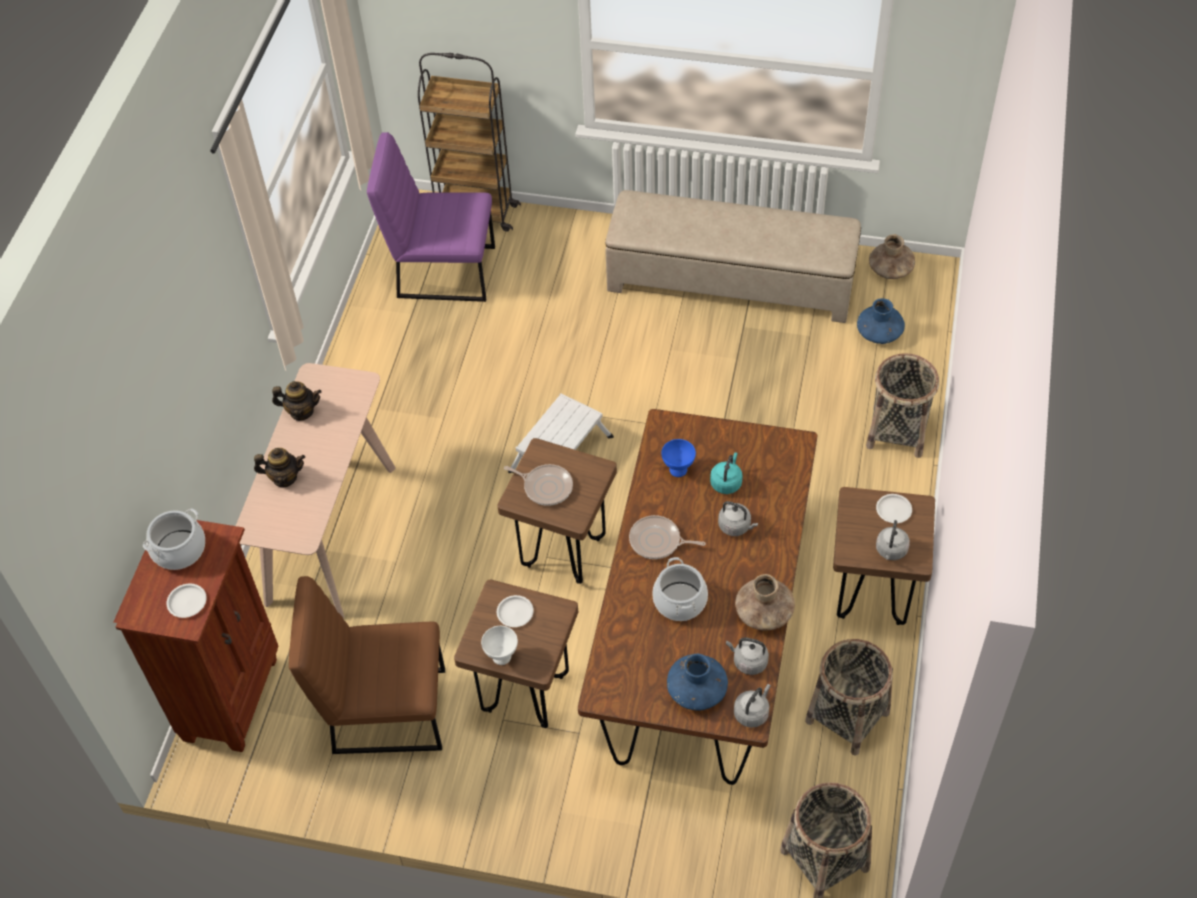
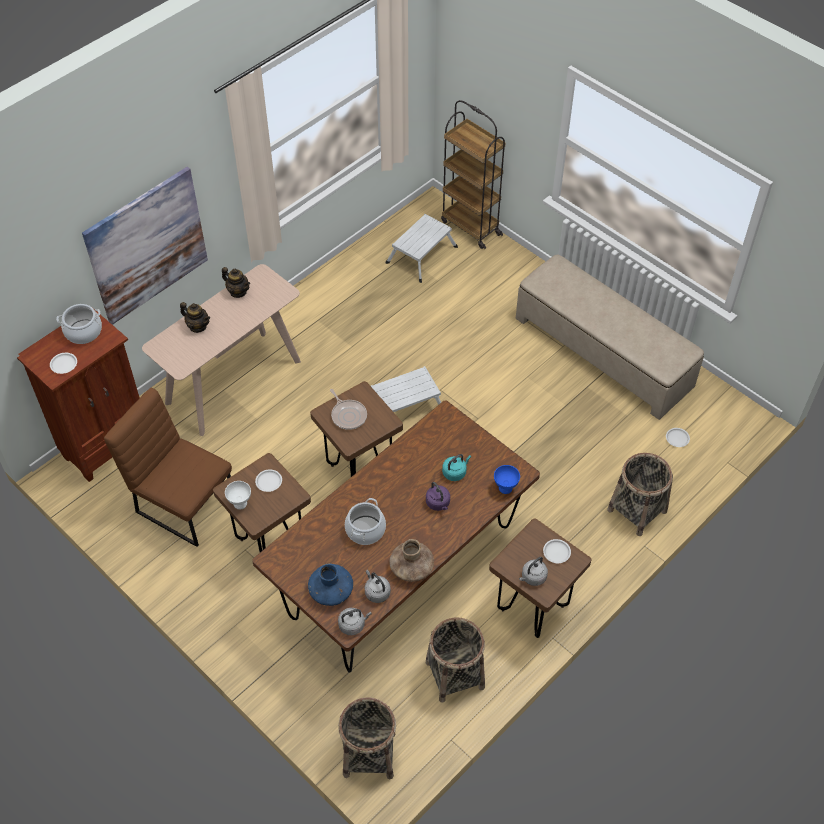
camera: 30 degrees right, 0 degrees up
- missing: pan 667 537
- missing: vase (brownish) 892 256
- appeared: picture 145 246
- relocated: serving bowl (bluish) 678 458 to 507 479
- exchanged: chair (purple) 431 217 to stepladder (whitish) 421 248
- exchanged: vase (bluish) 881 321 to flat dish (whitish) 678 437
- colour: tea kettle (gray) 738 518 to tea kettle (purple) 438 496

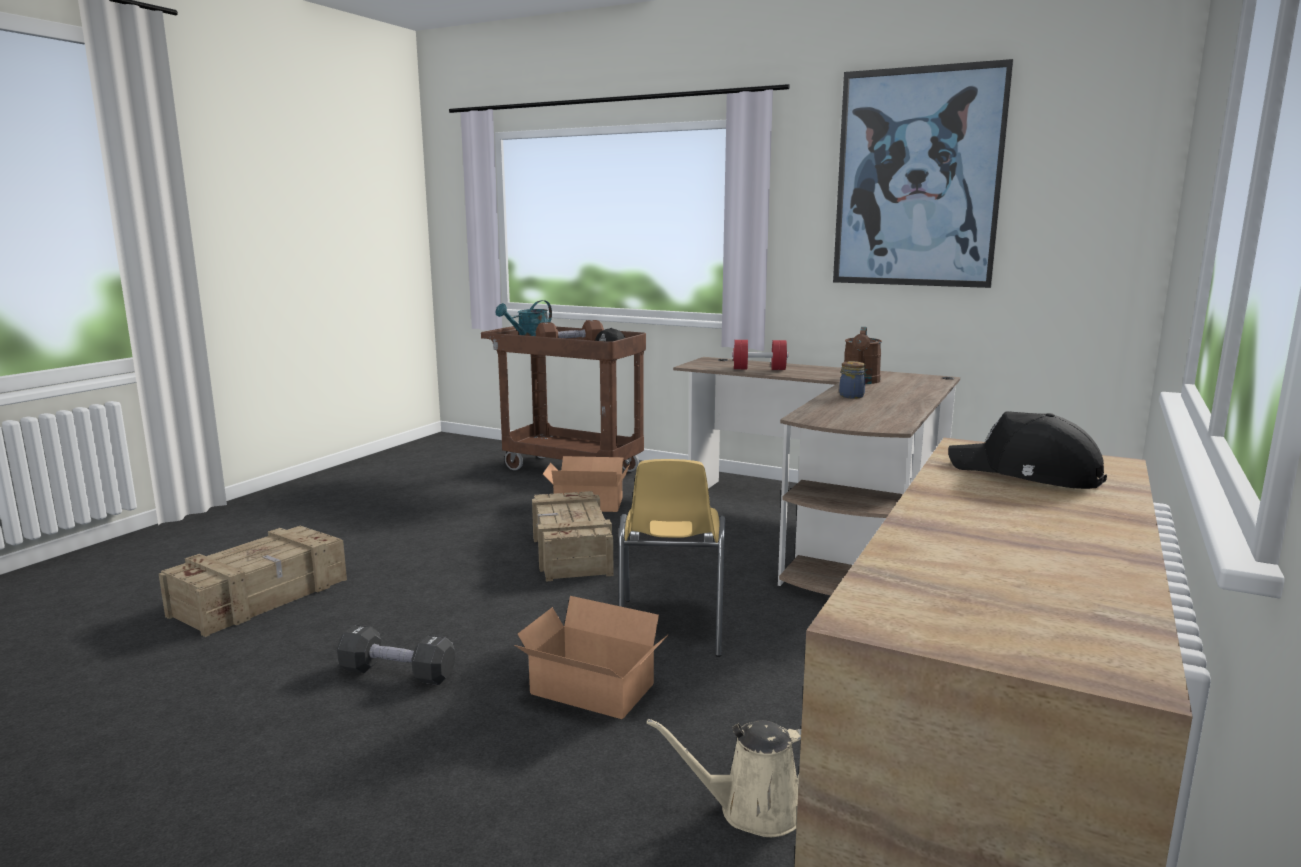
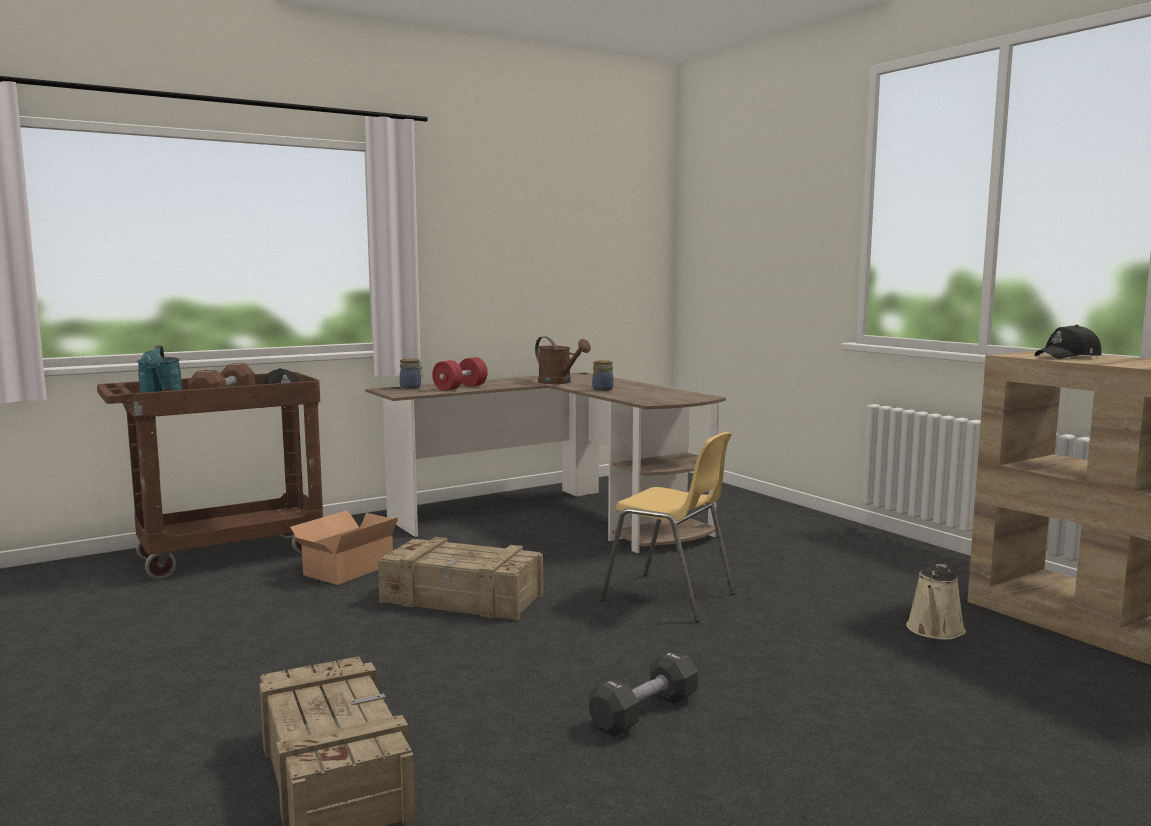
camera: 60 degrees left, 5 degrees down
- missing: packing box 591 657
- missing: picture 923 173
- appeared: preserve jar 411 373

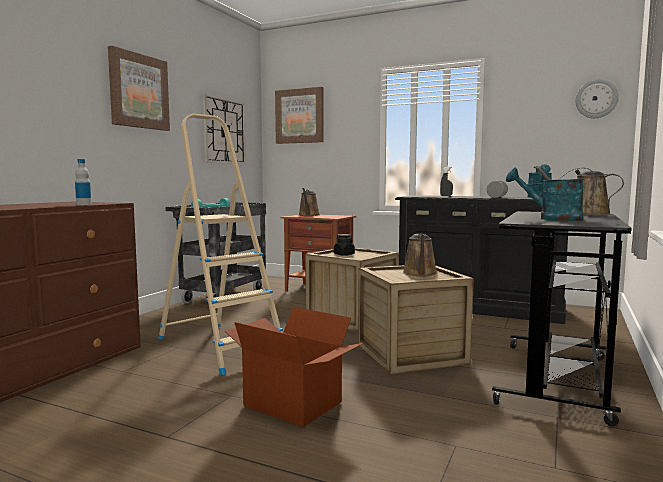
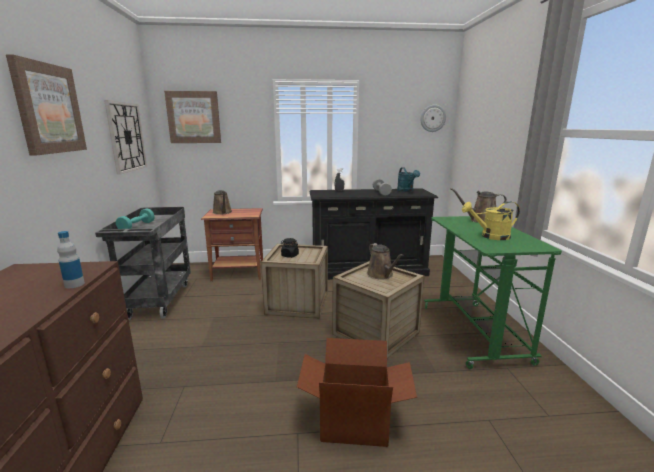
camera: 30 degrees left, 10 degrees up
- missing: stepladder (beige-coloured) 221 244
- colour: desk (black-coloured) 562 318 to desk (green) 493 292
- colour: watering pot (blue-green) 551 194 to watering pot (yellowish) 491 221

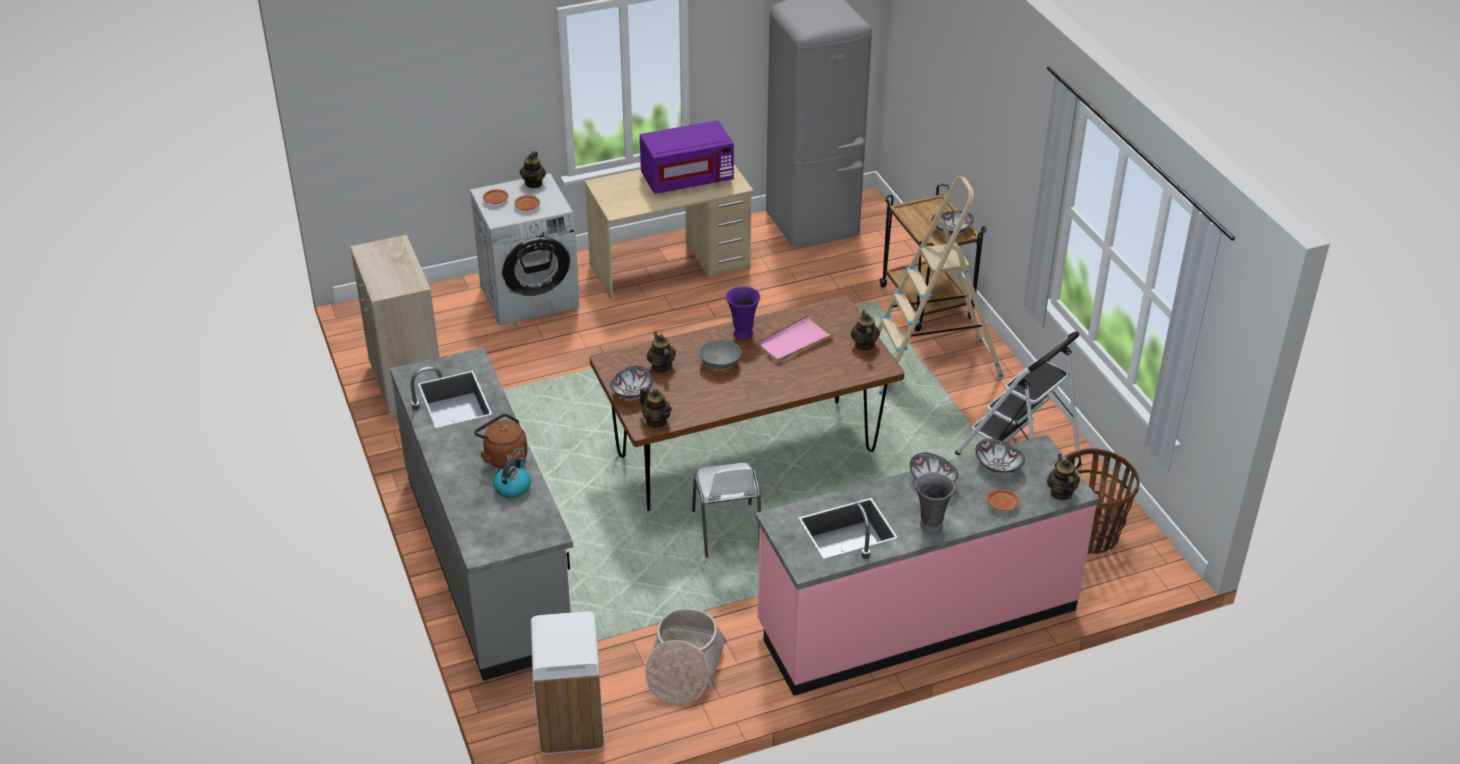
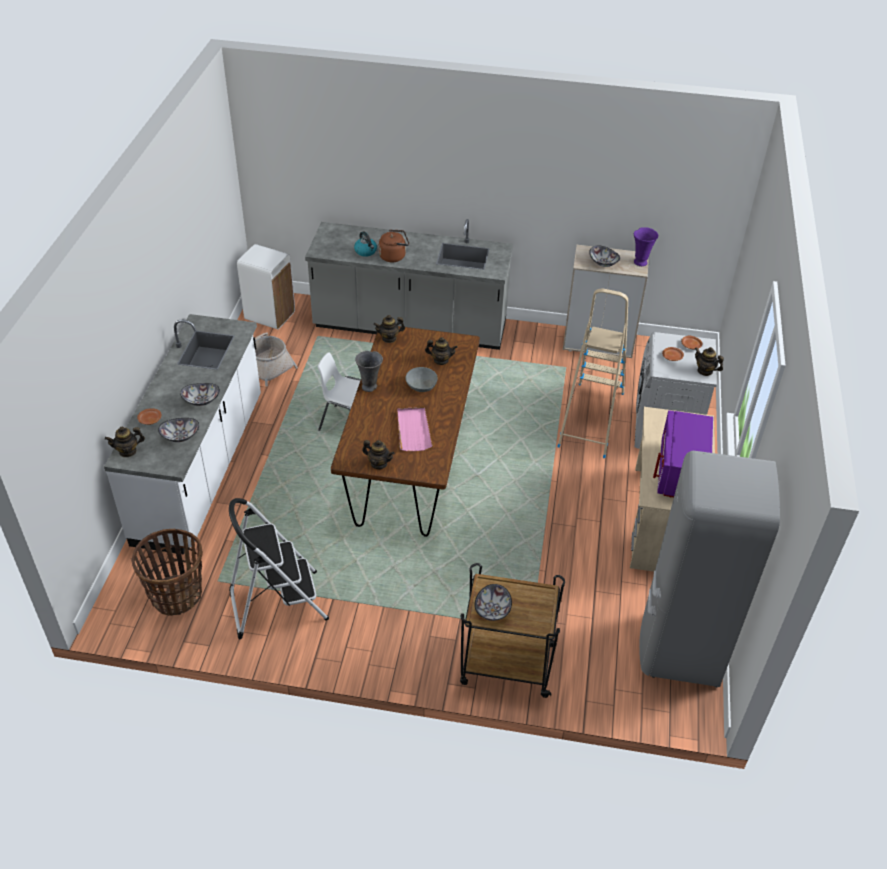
camera: 120 degrees right, 5 degrees up
- relocated: serving bowl 631 383 to 604 256
- relocated: vase (purple) 743 312 to 646 246
- relocated: stepladder (beige-coloured) 940 285 to 592 373
- relocated: vase (gray) 935 502 to 369 371
- colour: kitchen base unit (pink-coloured) 927 565 to kitchen base unit (whitish) 182 434
- spun: tea pot 1063 477 = 125 442 135 degrees clockwise

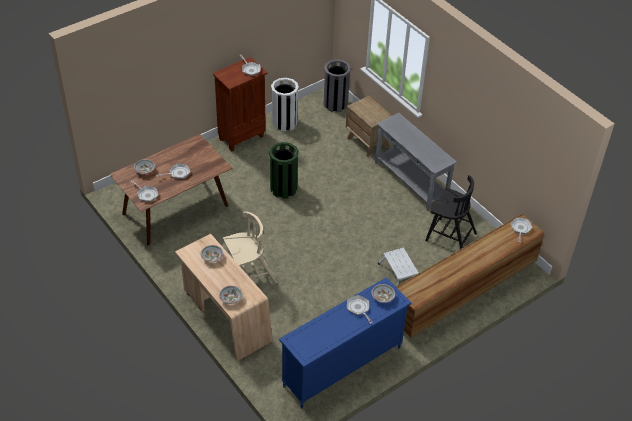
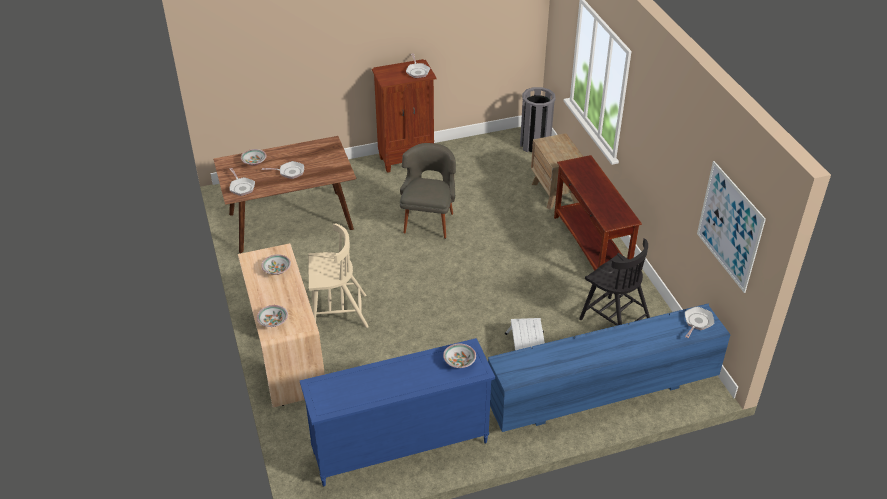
camera: 20 degrees right, 5 degrees down
- missing: waste bin (whitish) 285 105
- missing: pan 360 309
- appeared: picture 731 227
- exchanged: waste bin (green) 284 170 to chair (gray) 428 191
- colour: narrow table (gray) 416 162 to narrow table (brownish) 598 213
- colour: cupboard (brownish) 470 275 to cupboard (bluish) 609 368

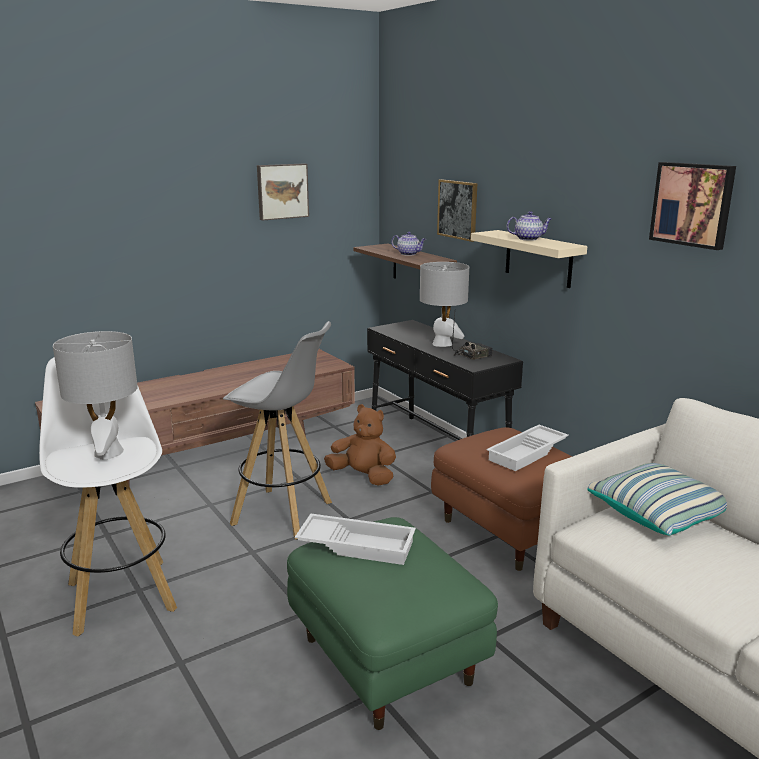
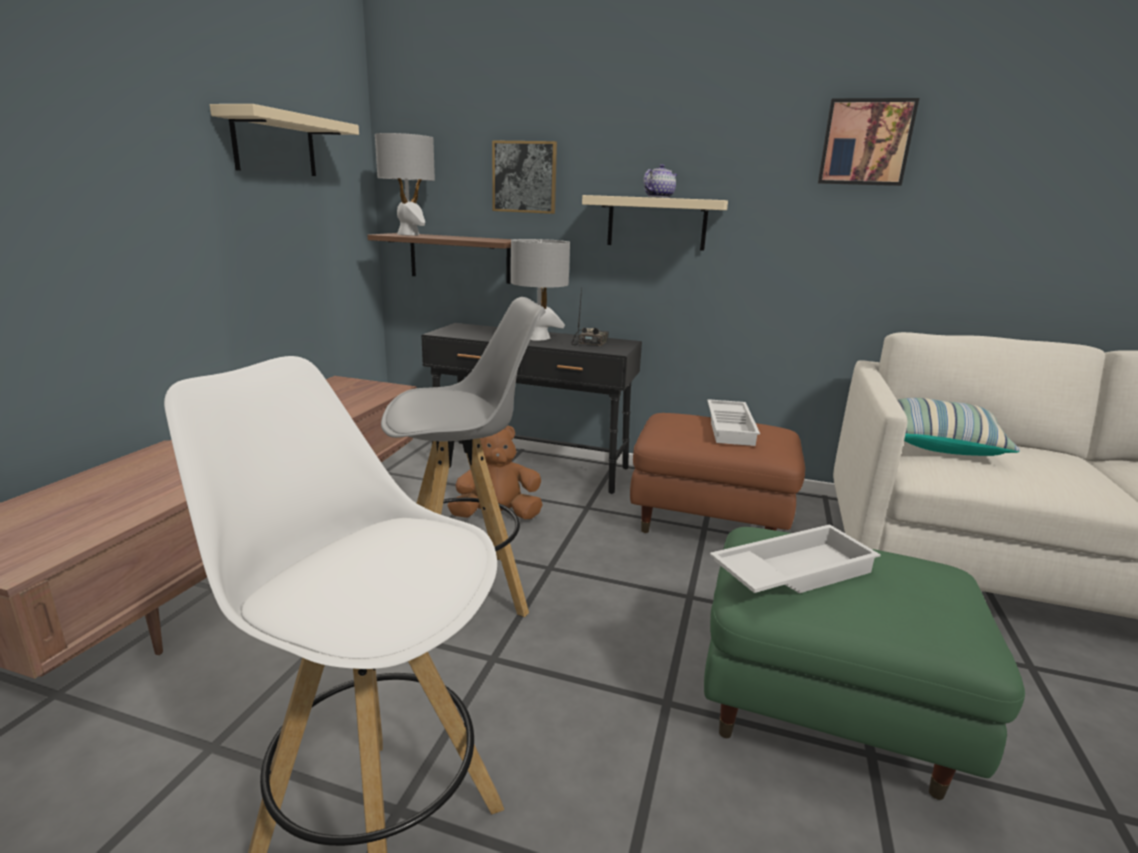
camera: 40 degrees left, 0 degrees up
- missing: tea pot 408 244
- relocated: table lamp (gray) 95 395 to 405 184
- exchanged: picture 283 192 to bracket shelf (beige-coloured) 284 140

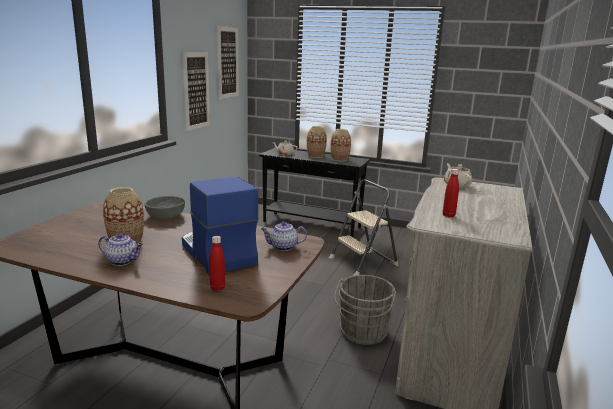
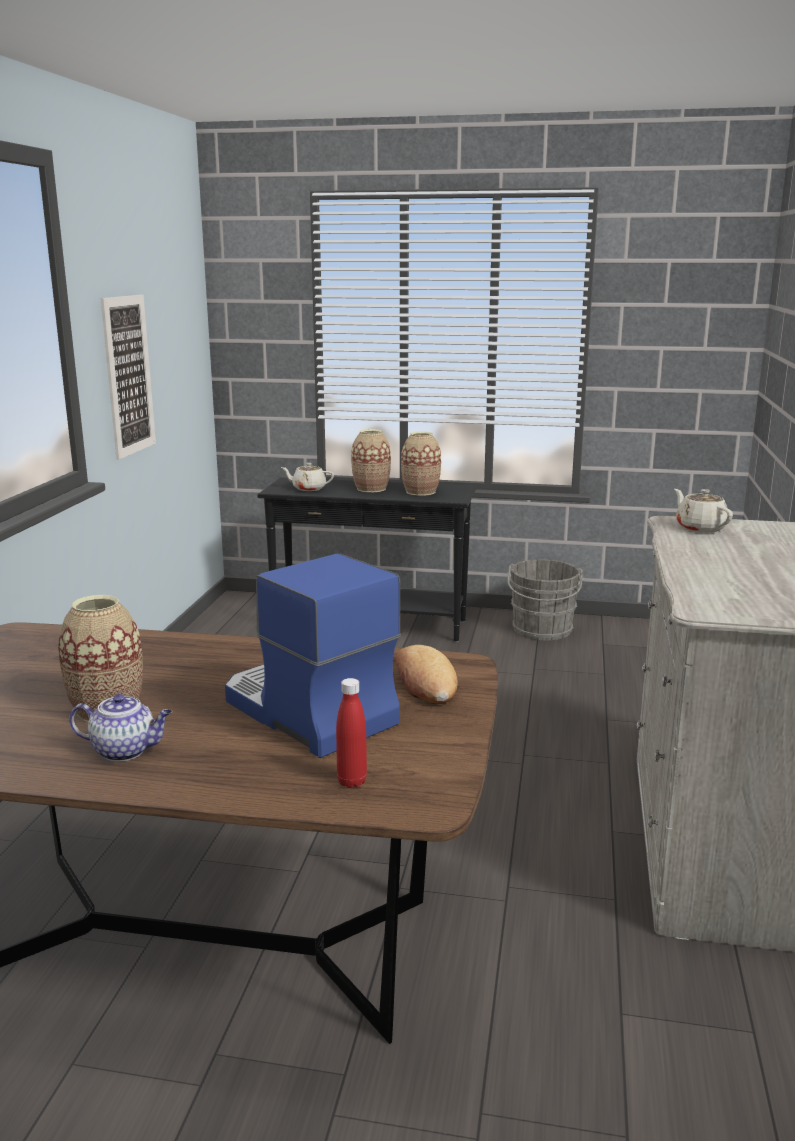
camera: 10 degrees left, 0 degrees up
- missing: serving bowl (gray) 164 208
- missing: picture 228 62
- missing: stepladder (beige-coloured) 363 227
- missing: bottle (red) 451 193
- relocated: bucket (gray) 365 310 to 545 600
- exchanged: tea pot 284 236 to bread 426 674

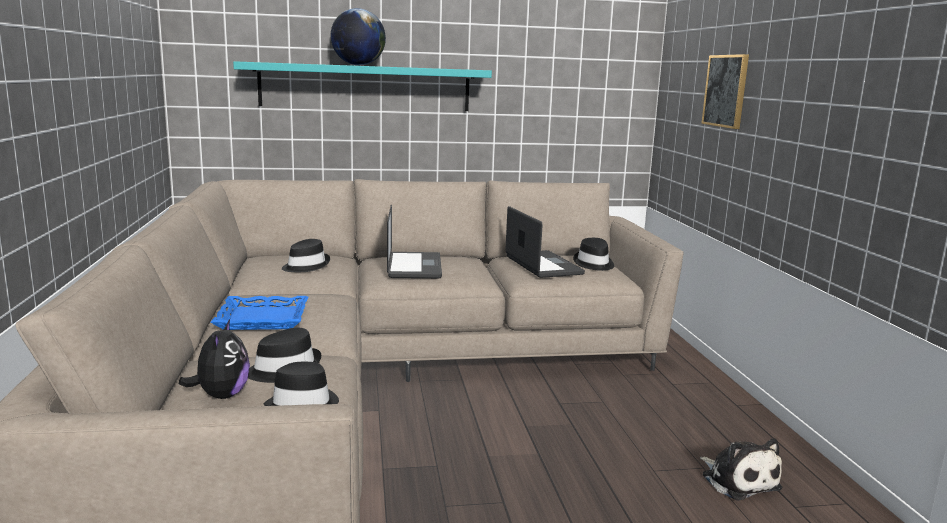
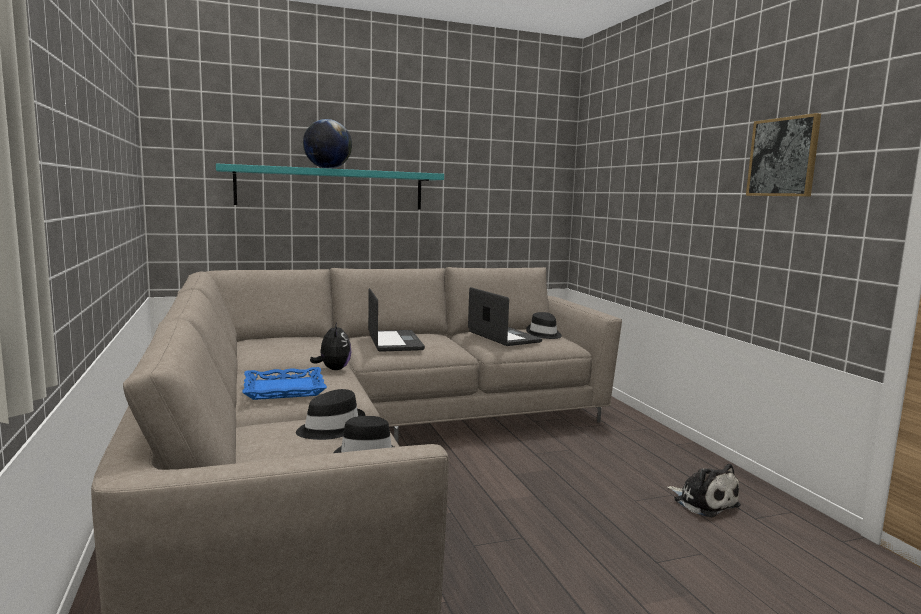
camera: 10 degrees left, 5 degrees down
- missing: clothing hat (black-coloured) 306 255
- relocated: cuddly toy 214 359 to 331 346
- relocated: picture 725 91 to 783 155

